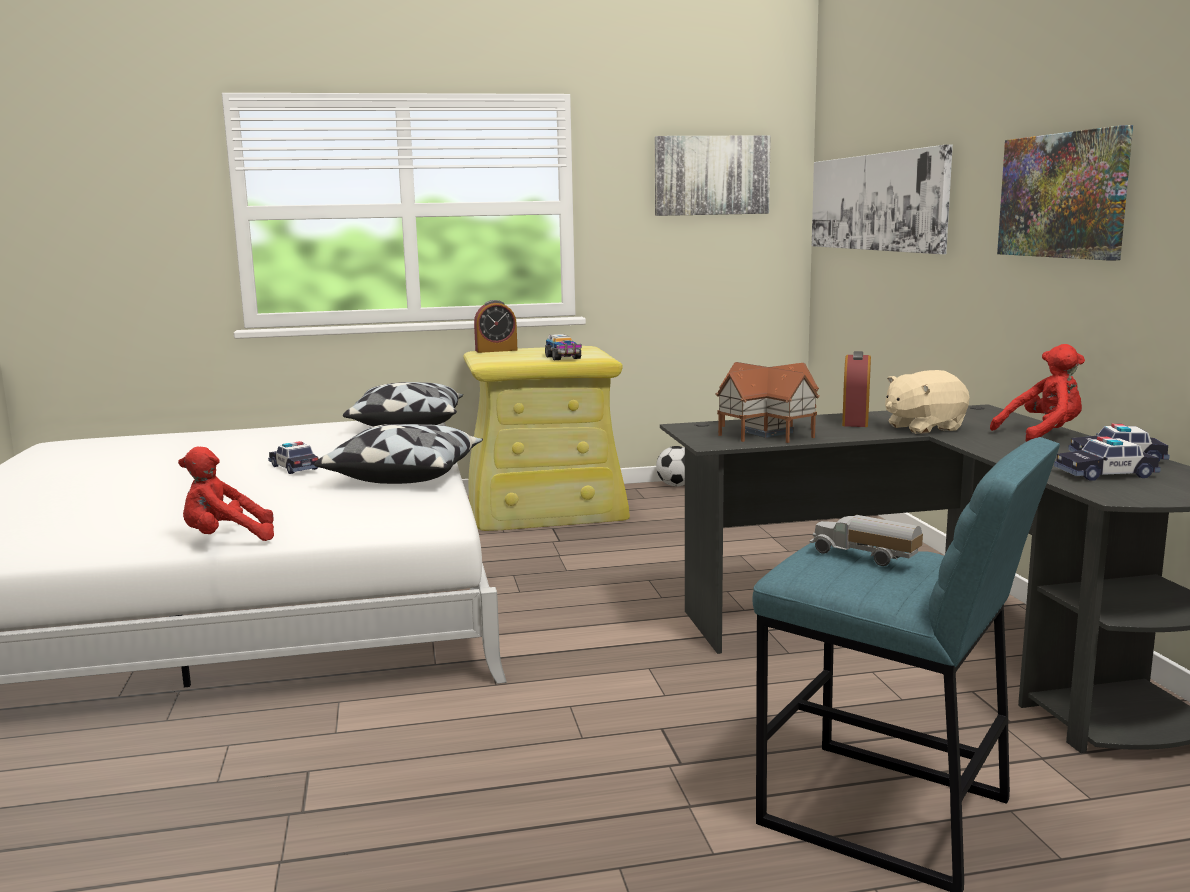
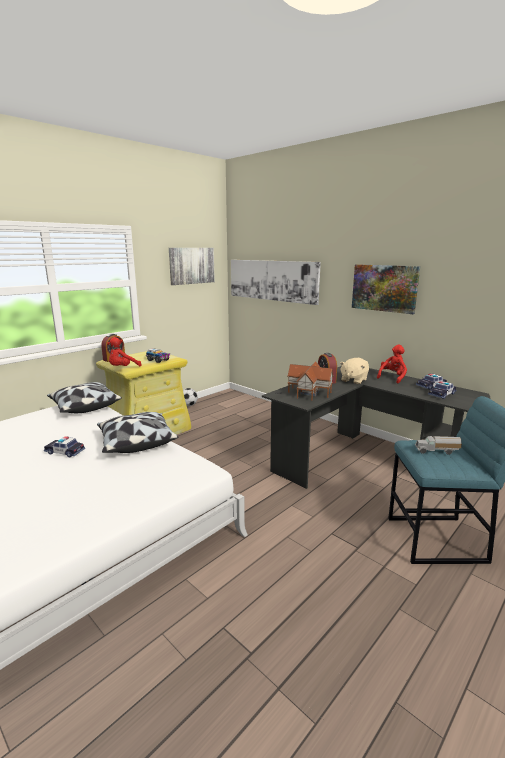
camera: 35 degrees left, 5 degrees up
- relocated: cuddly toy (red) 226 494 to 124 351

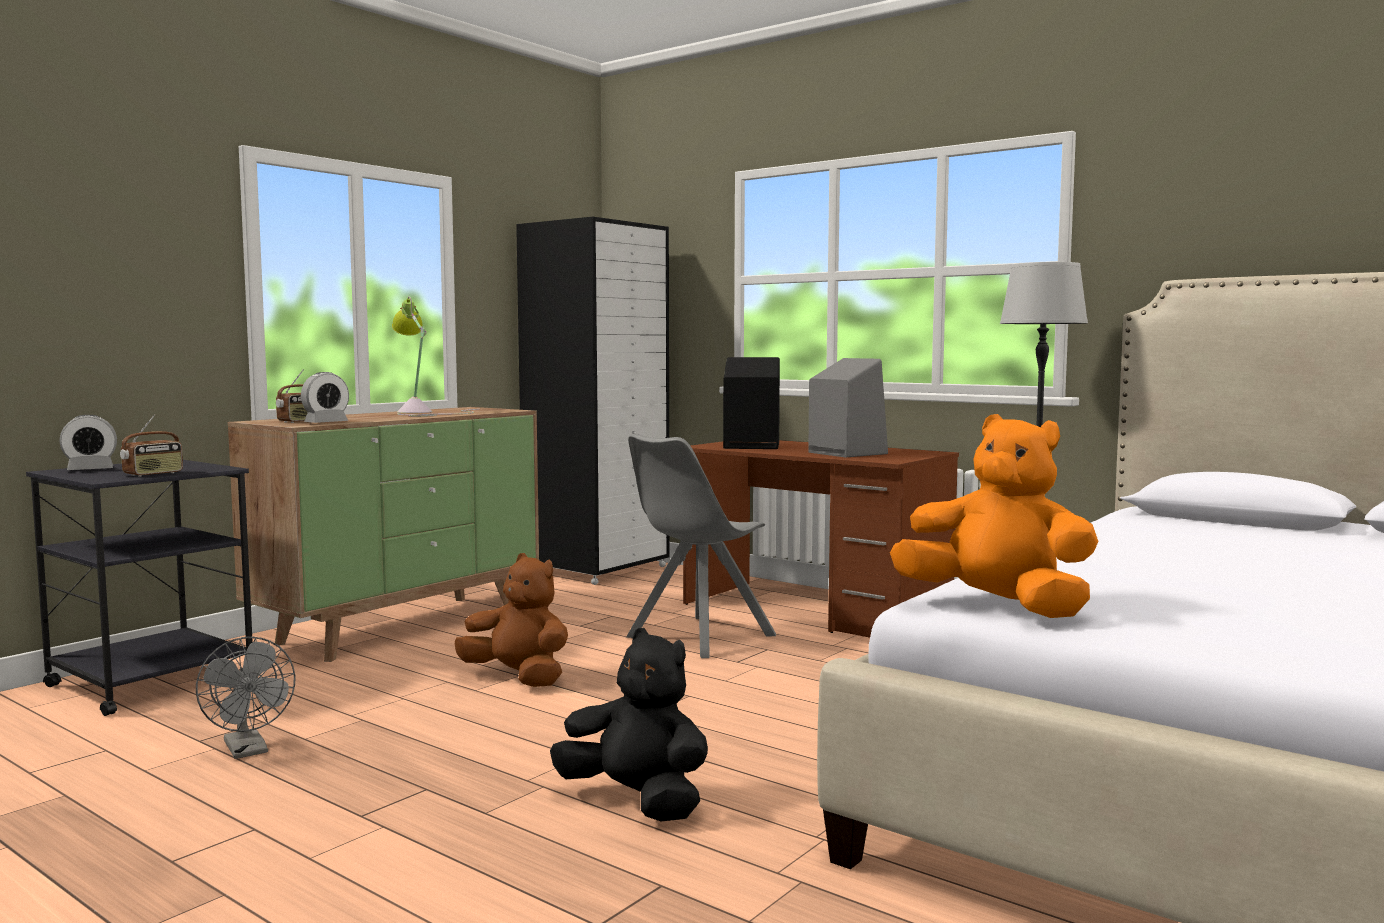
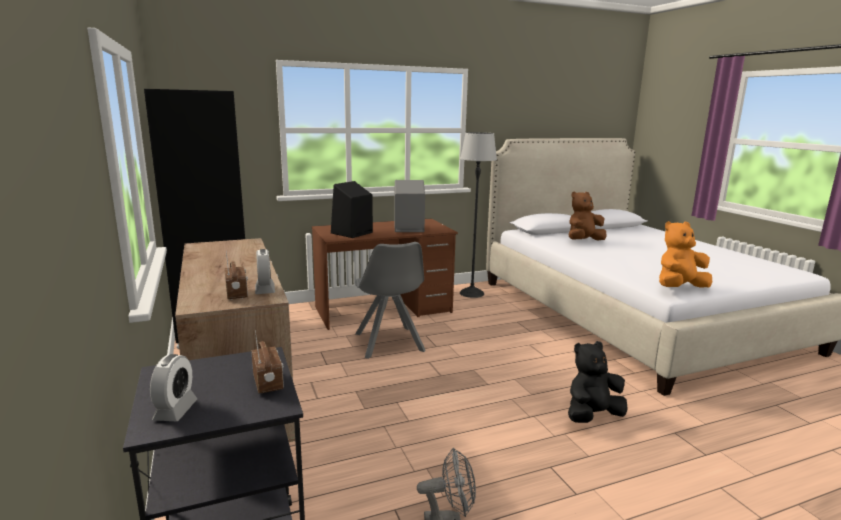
camera: 60 degrees left, 10 degrees up
- missing: table lamp 435 356
- relocated: cuddly toy (brownish) 511 620 to 588 215

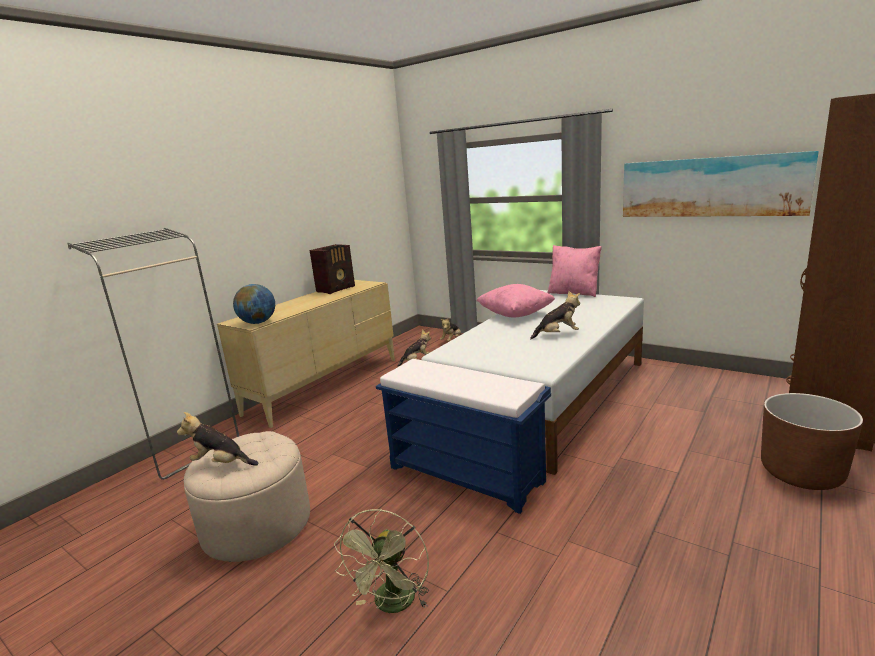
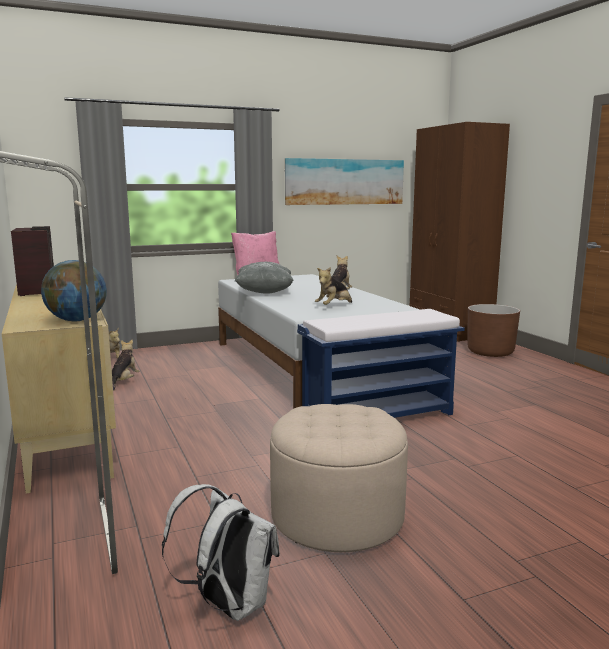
camera: 60 degrees left, 5 degrees down
- missing: fan (green) 381 561
- appeared: backpack (whitish) 221 552
- relocated: cuddly toy 218 438 to 333 286
- colour: cushion (pink-coloured) 515 300 to cushion (gray) 264 278

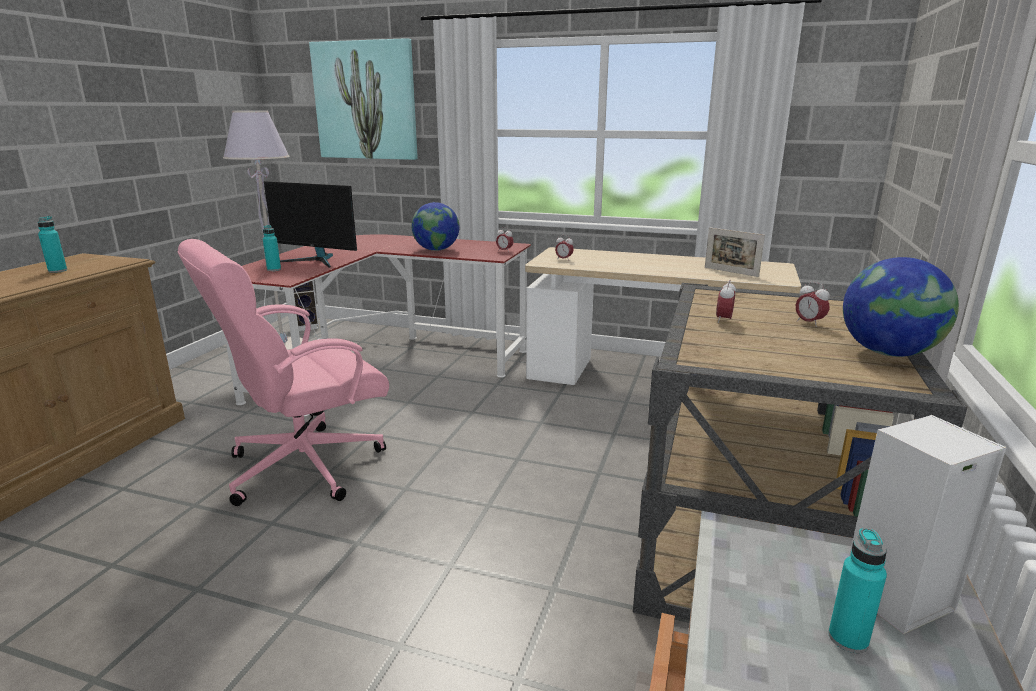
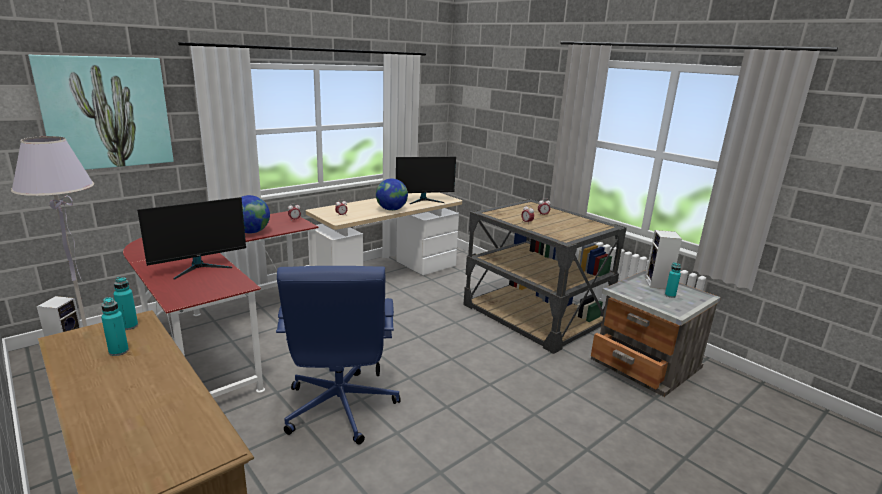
camera: 60 degrees left, 0 degrees up
- relocated: bottle (blue-green) 272 248 to 125 303
- relocated: world globe 901 307 to 392 194
- exchanged: standing frame 735 252 to computer display 426 180
- colour: computer chair (pink-coloured) 283 372 to computer chair (bluish) 338 355

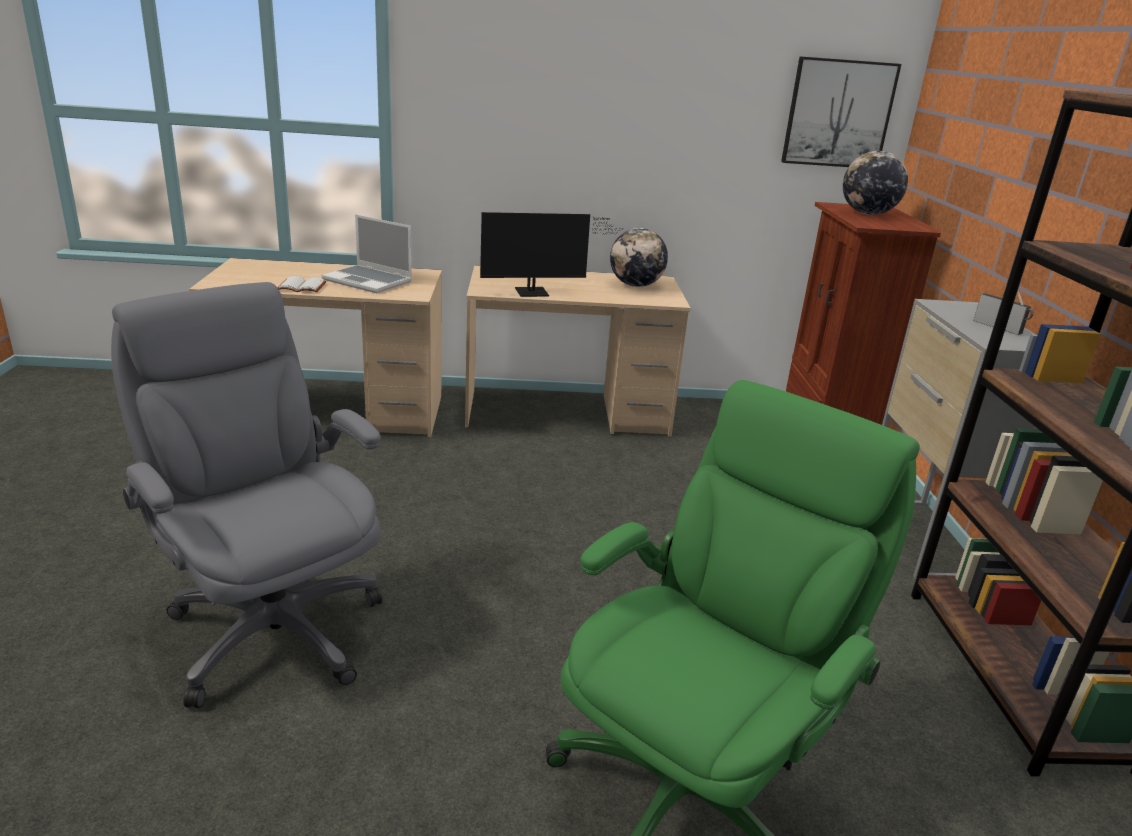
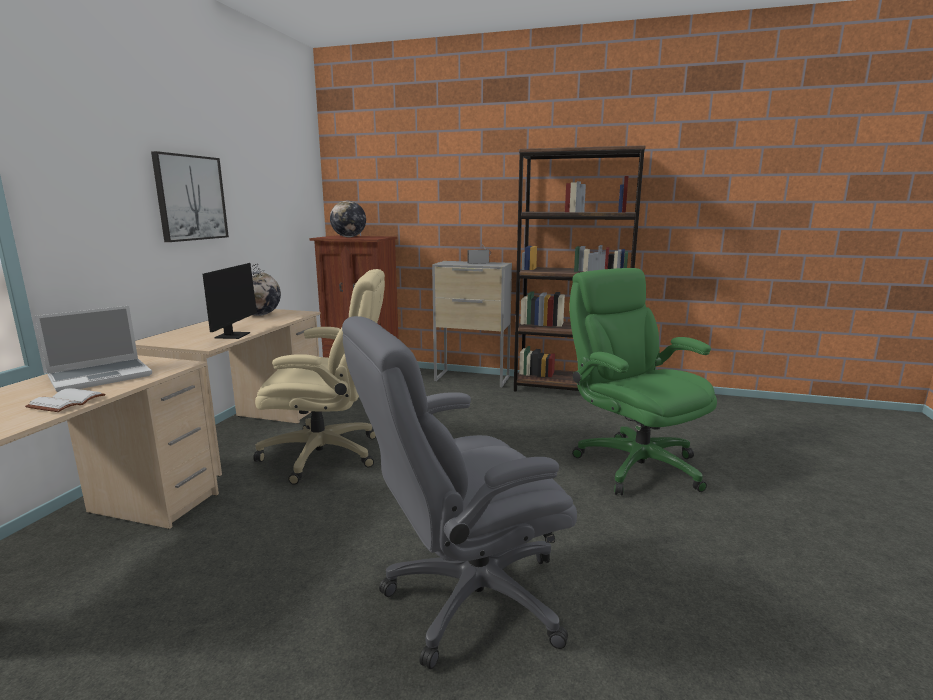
camera: 70 degrees left, 10 degrees down
- appeared: computer chair (beige-coloured) 319 377
- relocated: picture 841 111 to 190 196

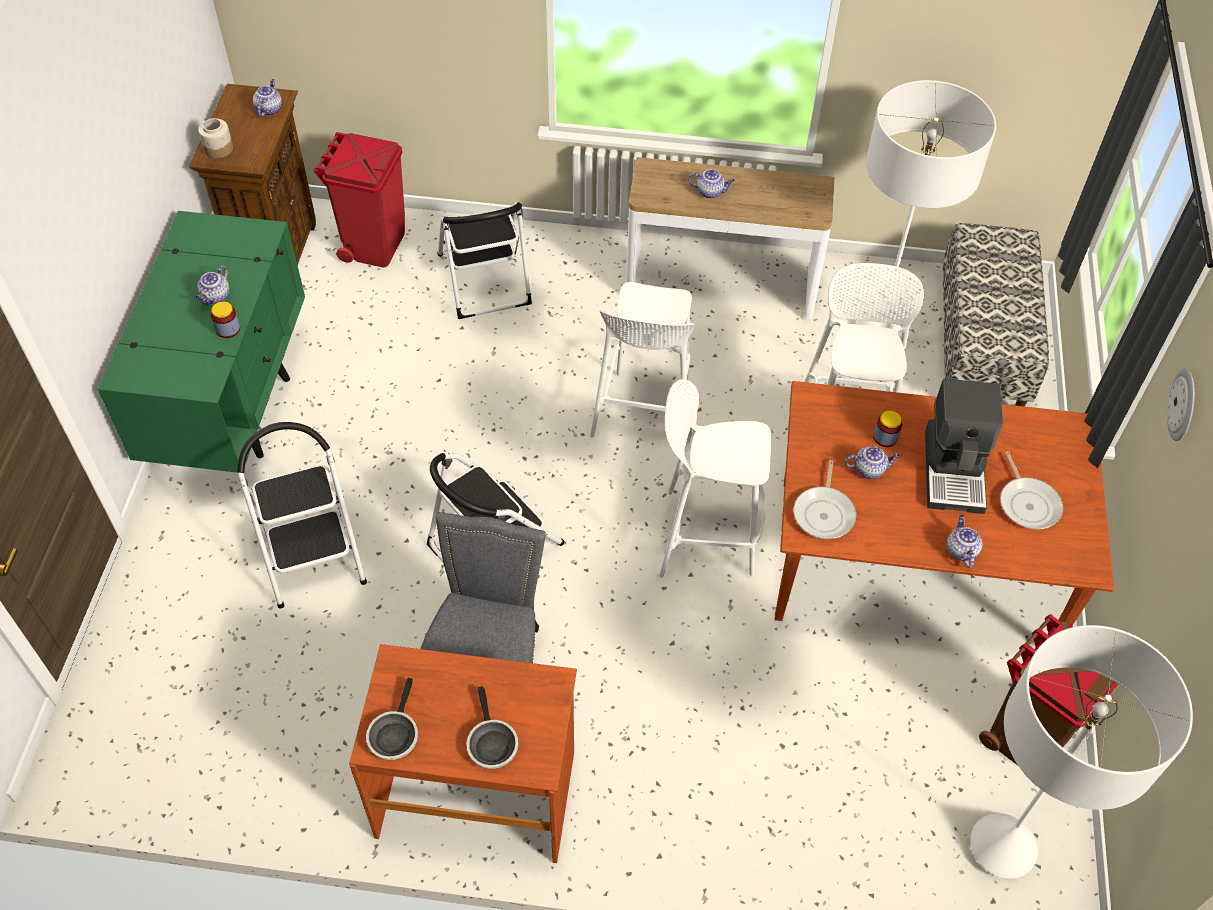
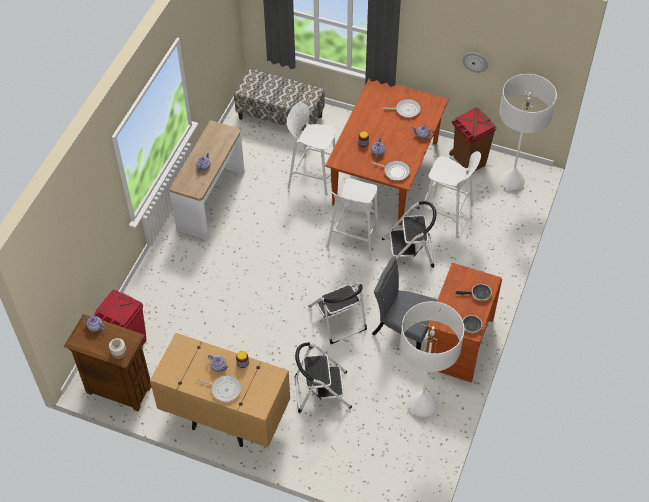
camera: 75 degrees left, 0 degrees up
- missing: coffee machine 964 446
- appeared: pan 219 388
- relocated: stepladder 484 260 to 409 234
- relocated: stool seat (whitish) 642 366 to 452 195
- relocated: standard lamp (whitish) 926 208 to 432 359
- relocated: wall clock 1181 404 to 475 63
- colour: chest of drawers (green) 201 342 to chest of drawers (beige-coloured) 220 390

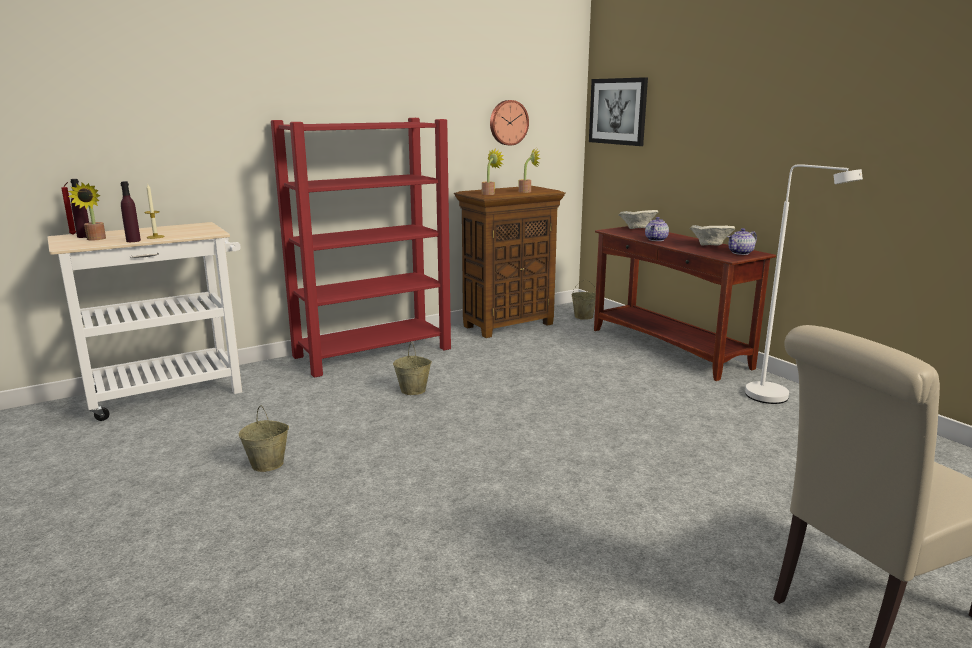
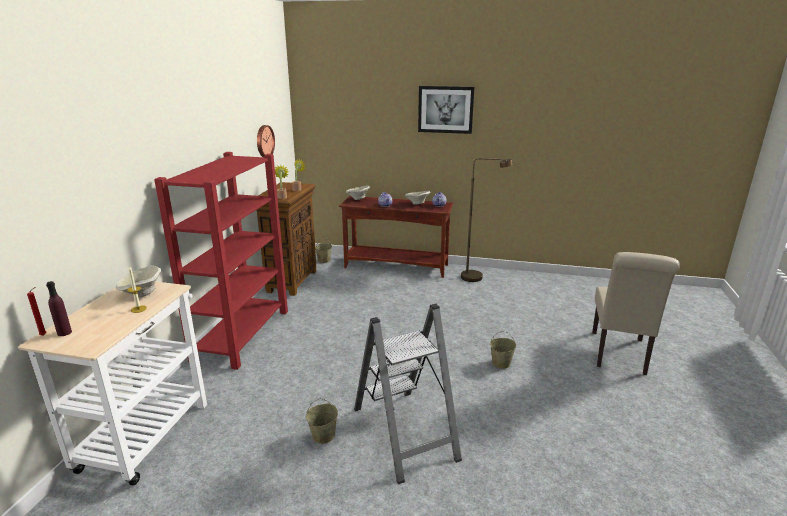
camera: 45 degrees left, 5 degrees up
- missing: plant in a pot 87 212
- missing: bottle (purple) 131 211
- appeared: serving bowl (beige-coloured) 138 281
- appeared: stepladder (gray) 408 394
- relocated: bucket (beige-coloured) 412 368 to 503 350
- relocated: picture 618 111 to 446 110
- colour: standard lamp (whitish) 804 284 to standard lamp (brownish) 487 220

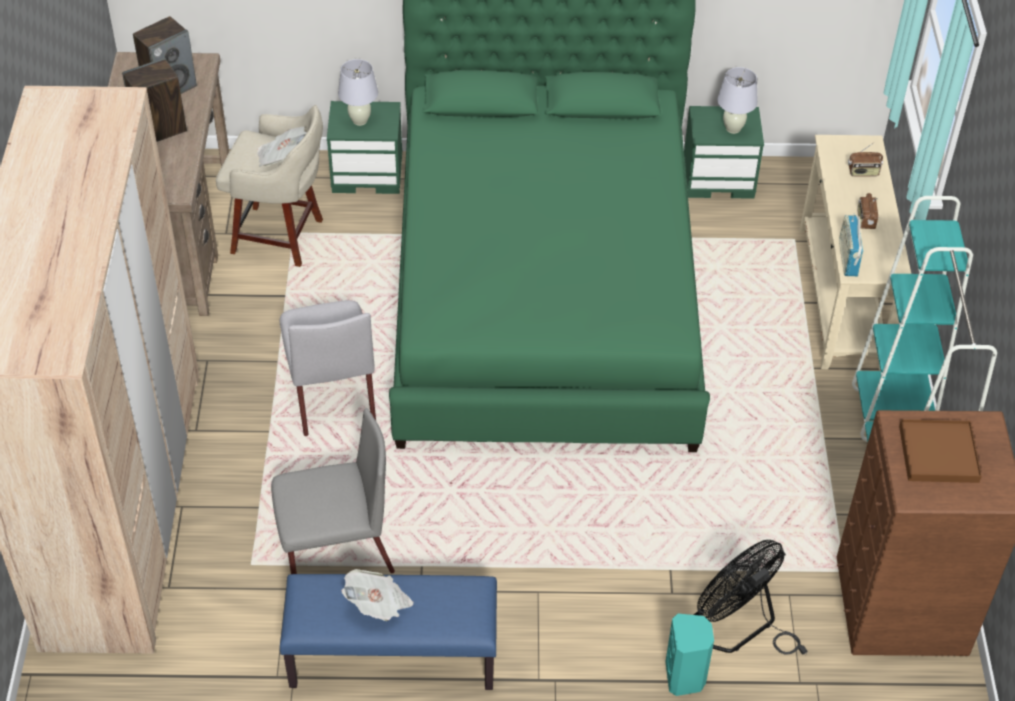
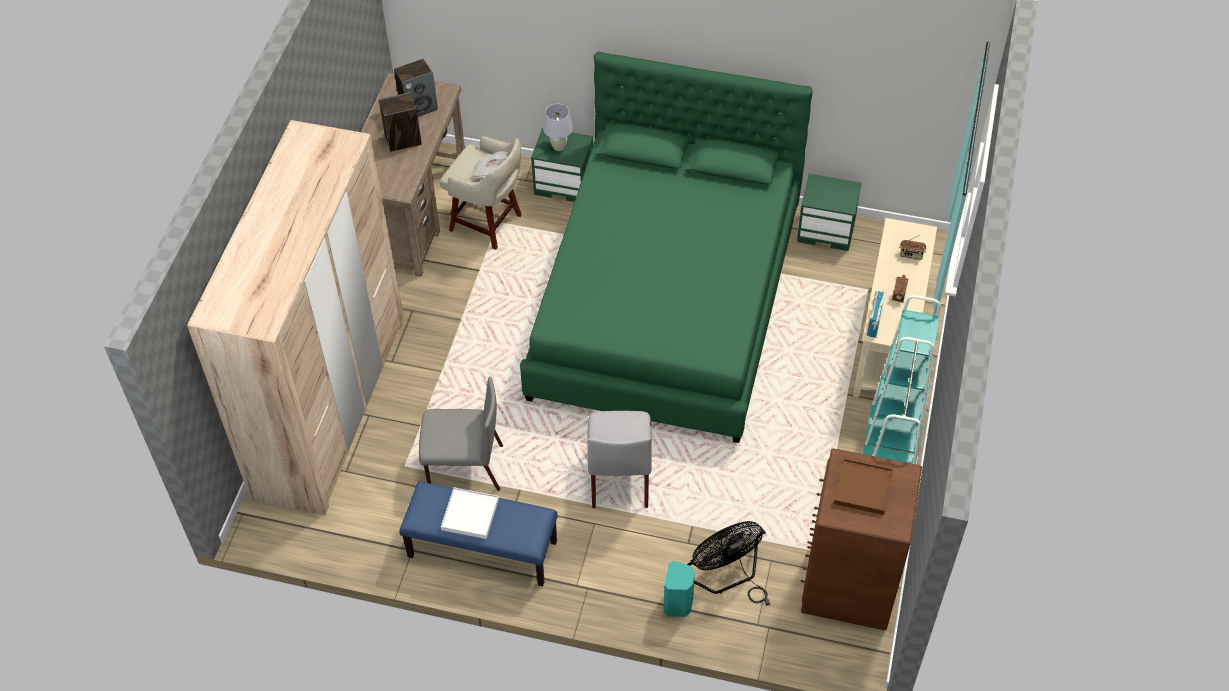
camera: 15 degrees right, 5 degrees up
- missing: table lamp (whitish) 737 100
- relocated: chair (gray) 327 368 to 619 460
- exchanged: daily paper 377 595 to tray (whitish) 470 513

